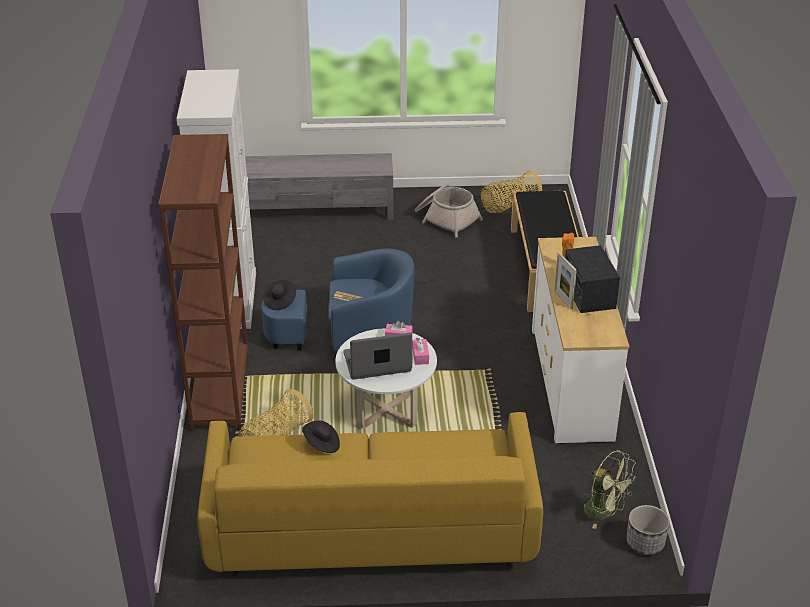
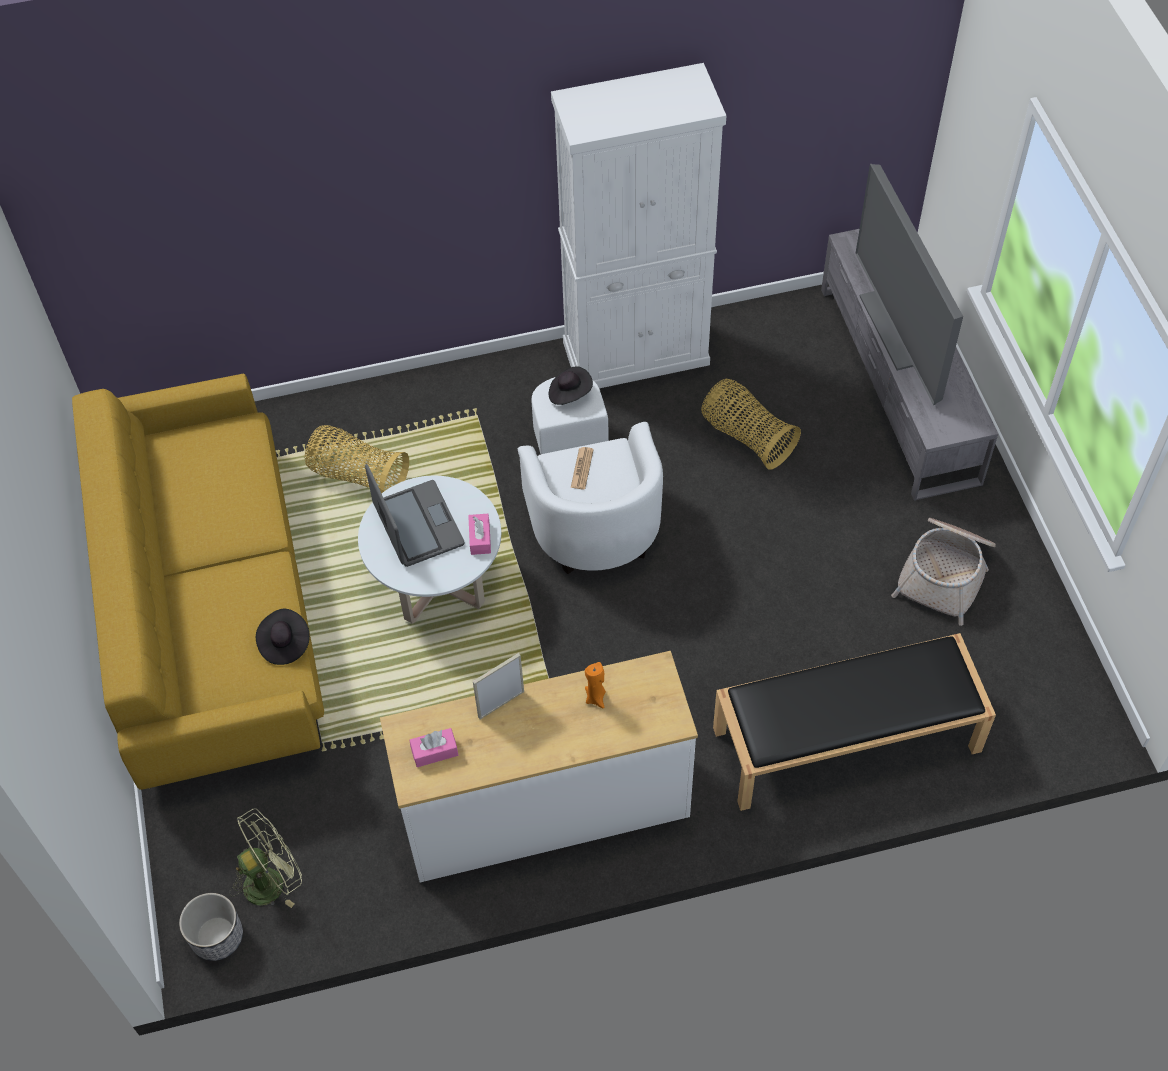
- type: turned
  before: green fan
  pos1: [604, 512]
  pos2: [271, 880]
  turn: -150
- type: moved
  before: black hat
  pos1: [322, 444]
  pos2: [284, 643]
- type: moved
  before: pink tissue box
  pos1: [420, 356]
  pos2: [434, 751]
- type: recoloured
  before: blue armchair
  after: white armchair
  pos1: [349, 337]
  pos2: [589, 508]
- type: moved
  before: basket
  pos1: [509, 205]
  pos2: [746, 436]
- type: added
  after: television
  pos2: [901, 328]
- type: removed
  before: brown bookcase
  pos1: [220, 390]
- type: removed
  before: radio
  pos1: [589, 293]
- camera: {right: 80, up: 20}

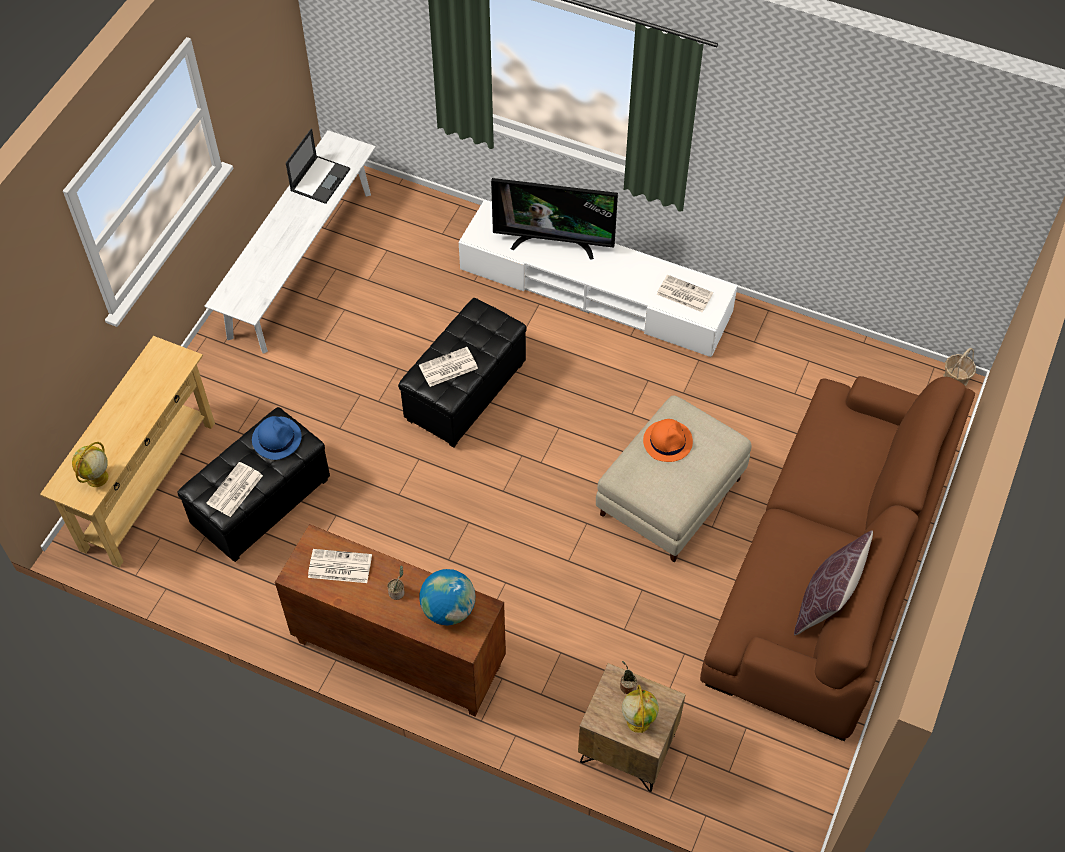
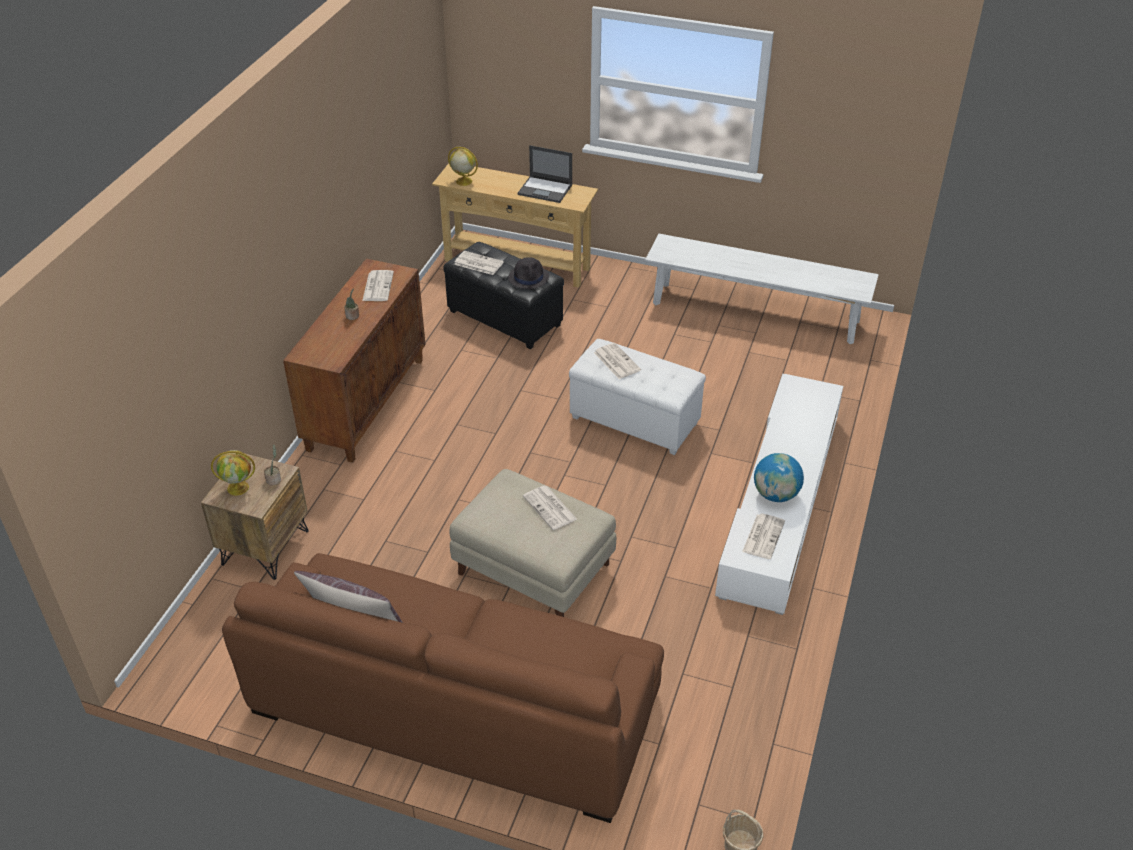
- type: recoloured
  before: blue hat
  after: black hat
  pos1: [276, 438]
  pos2: [529, 277]
- type: moved
  before: laptop
  pos1: [320, 179]
  pos2: [546, 189]
- type: replaced
  before: orange hat
  after: newspaper
  pos1: [668, 441]
  pos2: [550, 508]
- type: recoloured
  before: black ottoman
  after: white ottoman
  pos1: [465, 392]
  pos2: [635, 420]
- type: moved
  before: globe
  pos1: [448, 609]
  pos2: [776, 495]
- type: removed
  before: television
  pos1: [554, 242]
- camera: {right: 85, up: -15}

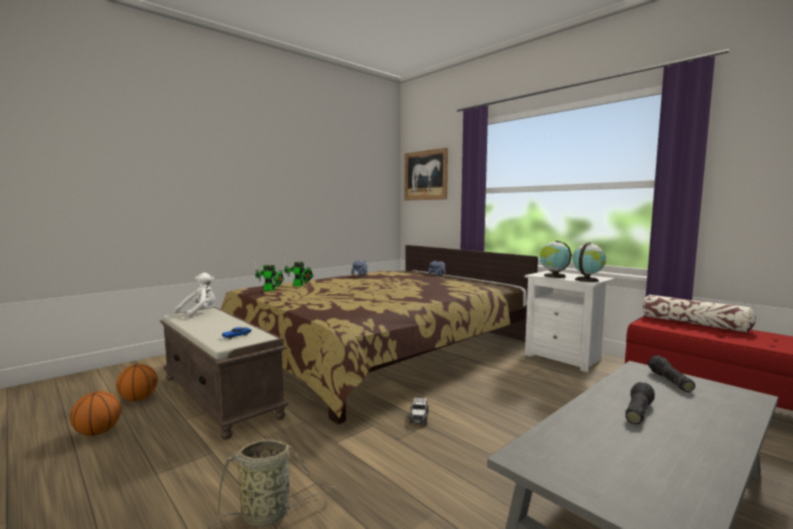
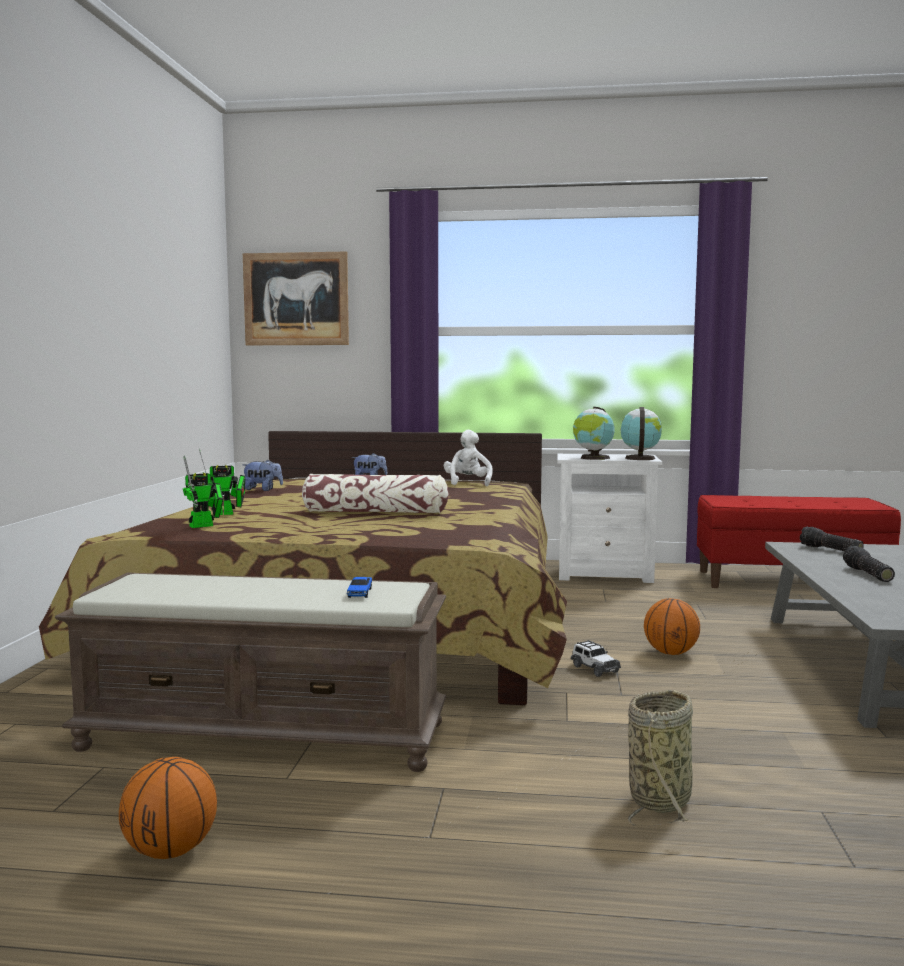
- type: moved
  before: pillow
  pos1: [694, 323]
  pos2: [375, 512]
- type: moved
  before: white plush toy
  pos1: [199, 312]
  pos2: [467, 483]
- type: moved
  before: basketball
  pos1: [138, 399]
  pos2: [671, 653]
- camera: {right: -40, up: 0}

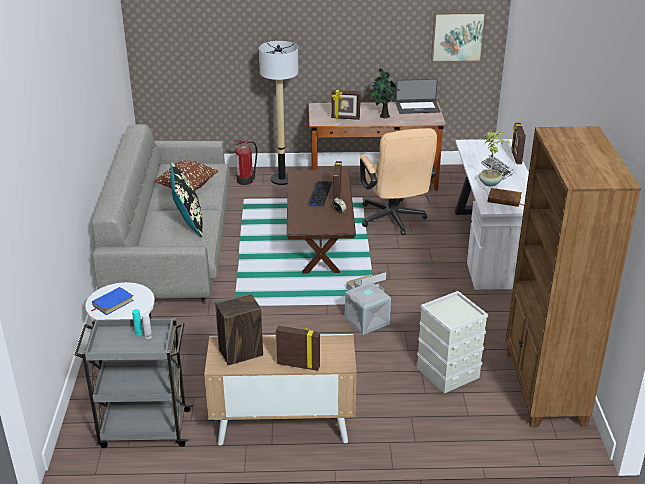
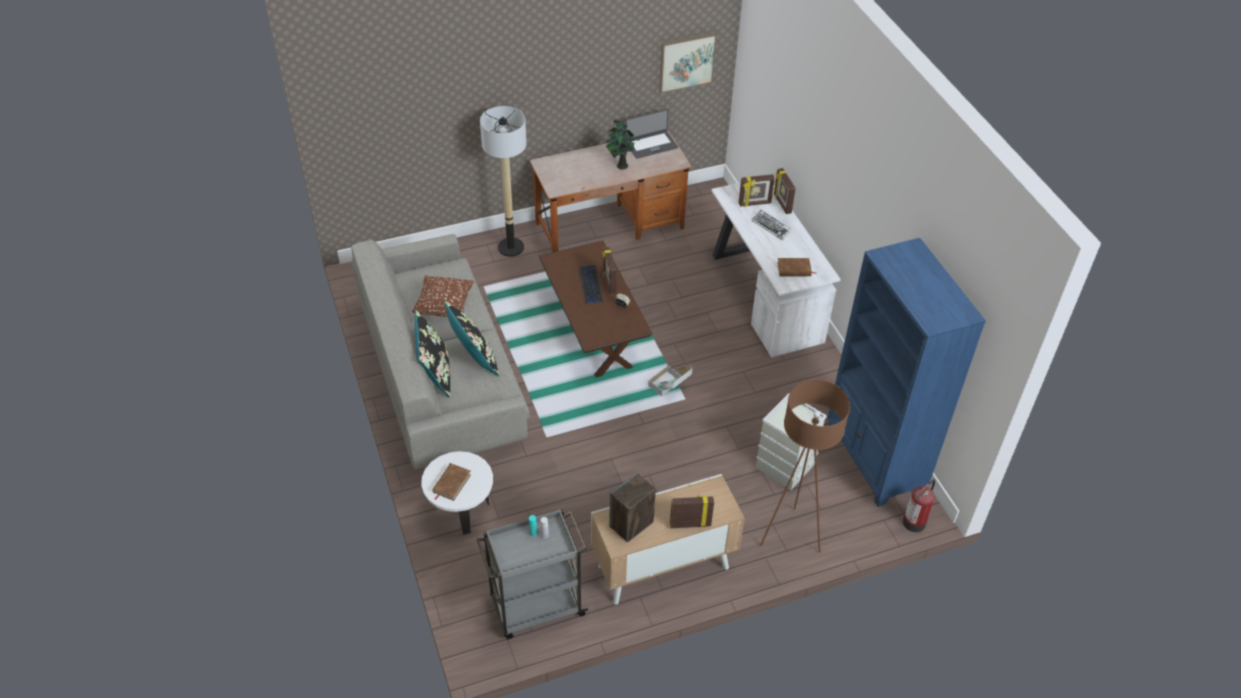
- type: added
  after: black pillow
  pos2: [435, 374]
- type: recoloured
  before: blue book
  after: brown book
  pos1: [113, 303]
  pos2: [451, 483]
- type: moved
  before: picture frame
  pos1: [345, 118]
  pos2: [754, 203]
- type: added
  after: brown floor lamp
  pos2: [791, 535]
- type: recoloured
  before: brown bookcase
  after: blue bookcase
  pos1: [544, 388]
  pos2: [874, 460]
- type: moved
  before: fire extinguisher
  pos1: [246, 180]
  pos2: [915, 521]
- type: removed
  before: grey storage box
  pos1: [367, 321]
- type: removed
  before: beige office chair
  pos1: [394, 221]
- type: removed
  before: potted plant
  pos1: [490, 183]
- camera: {right: -20, up: 15}

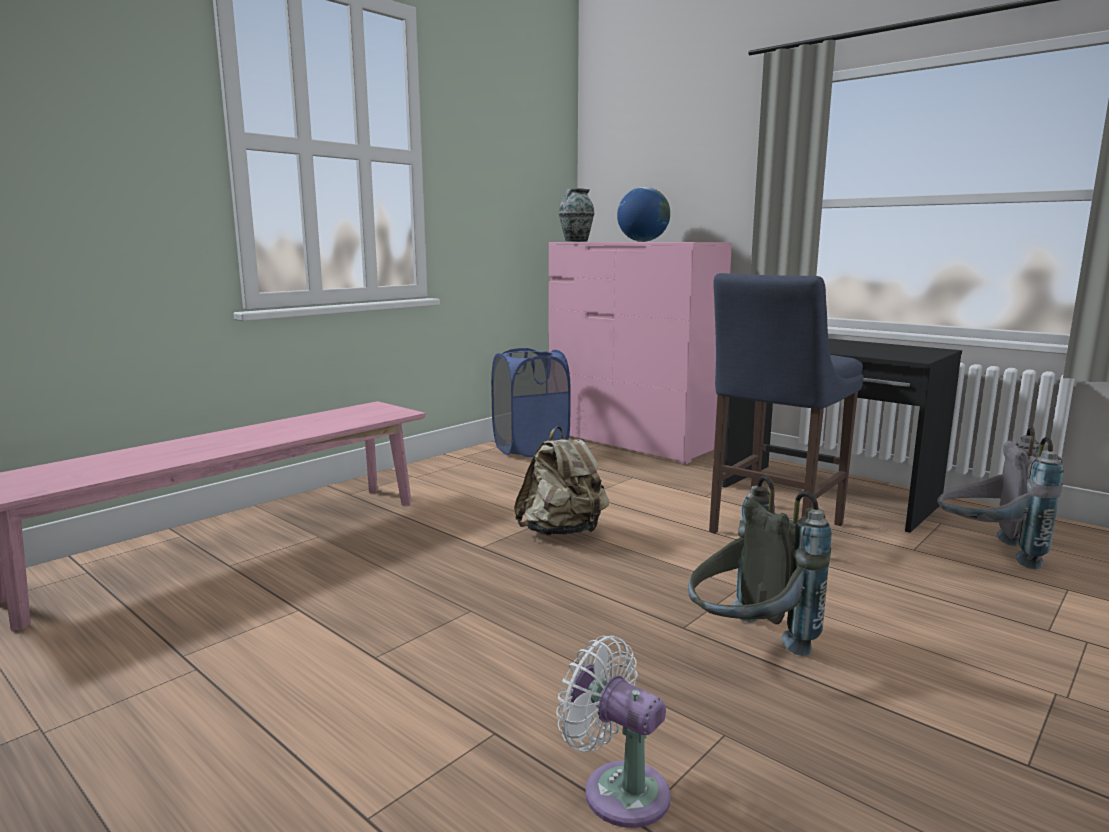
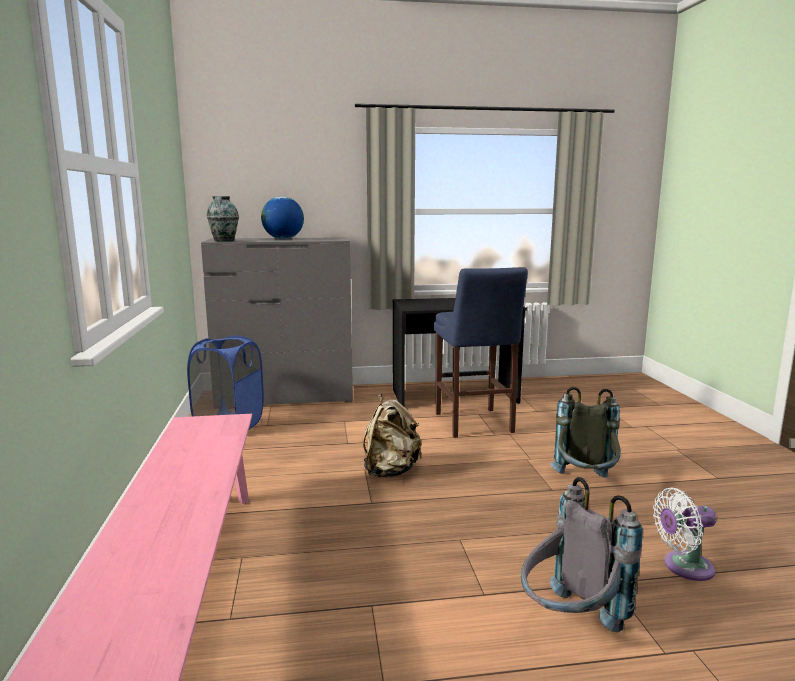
- type: recoloured
  before: pink dresser
  after: grey dresser
  pos1: [631, 441]
  pos2: [285, 397]
- type: moved
  before: grey backpack
  pos1: [987, 552]
  pos2: [569, 623]
- camera: {right: -50, up: 0}

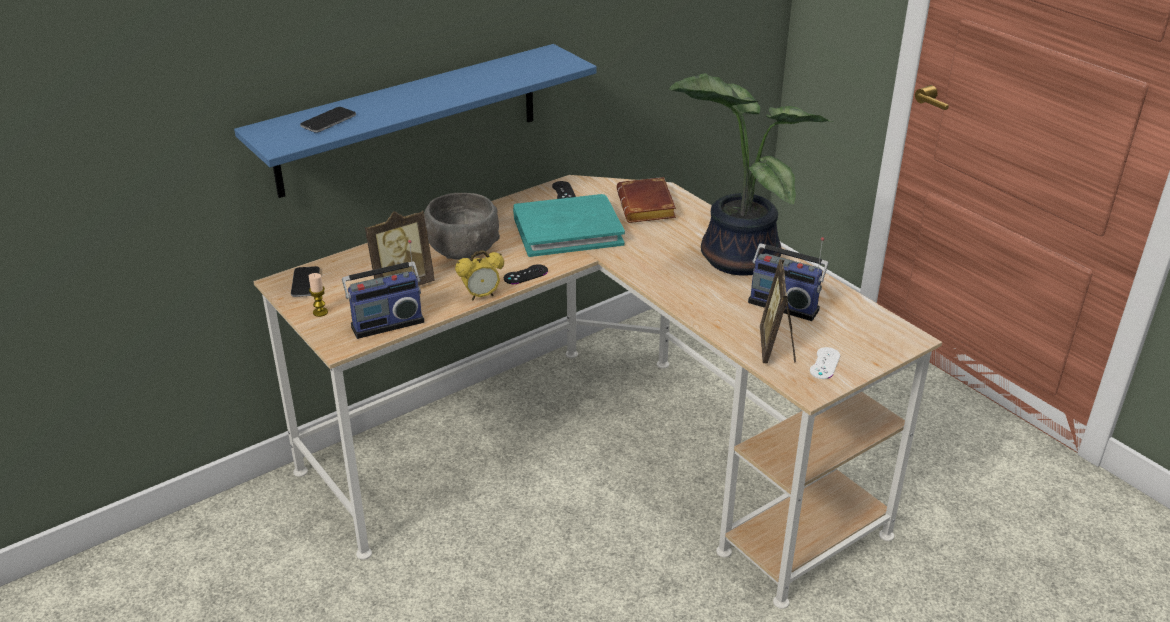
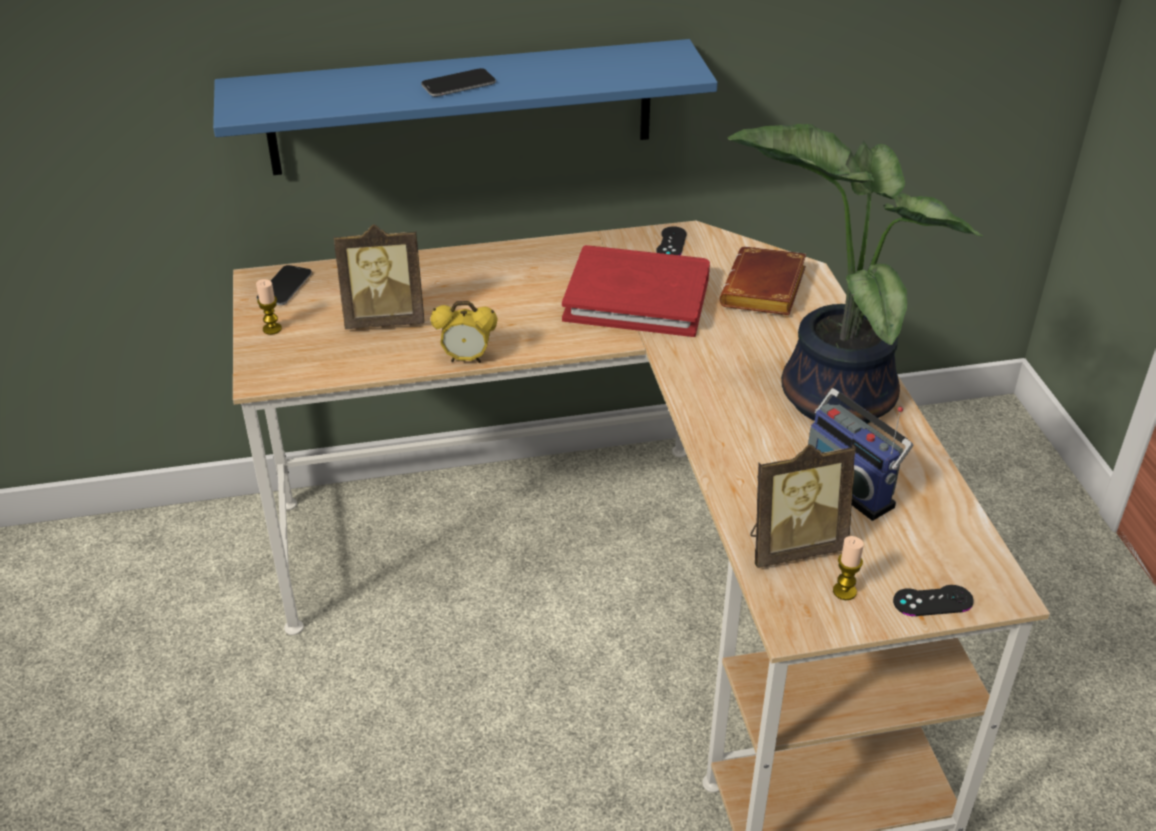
- type: moved
  before: phone
  pos1: [328, 121]
  pos2: [458, 84]
- type: recoloured
  before: turquoise book
  after: red book
  pos1: [567, 230]
  pos2: [637, 297]
- type: turned
  before: picture frame
  pos1: [777, 348]
  pos2: [792, 546]
  turn: -135
- type: replaced
  before: white game controller
  after: candle
  pos1: [824, 363]
  pos2: [844, 591]
- type: moved
  before: black game controller
  pos1: [525, 275]
  pos2: [933, 601]
- type: removed
  before: radio
  pos1: [386, 322]
- type: removed
  before: grey bowl
  pos1: [463, 250]
- camera: {right: 25, up: 5}

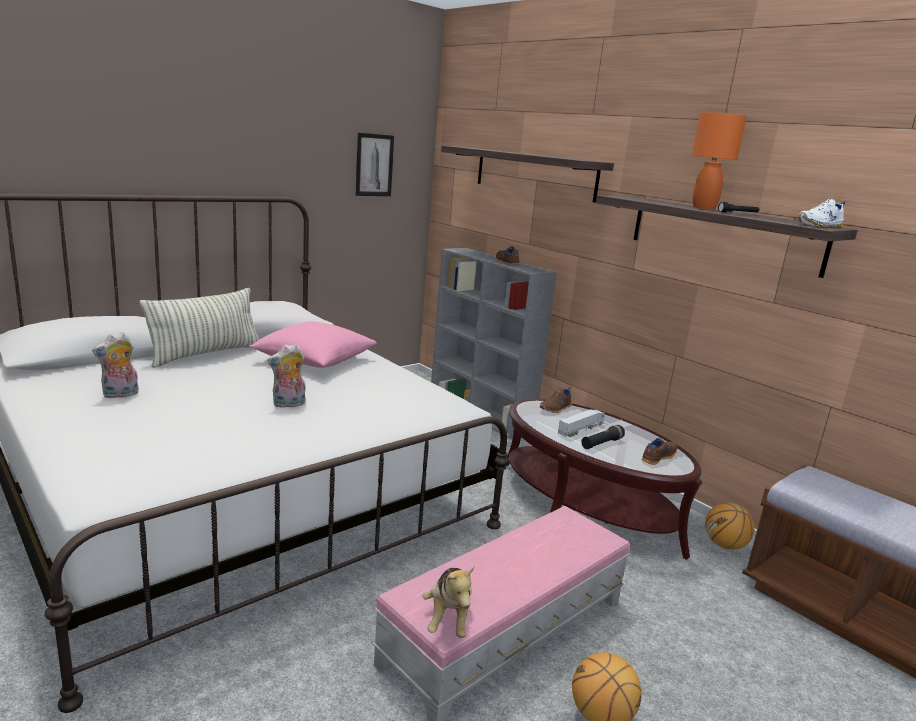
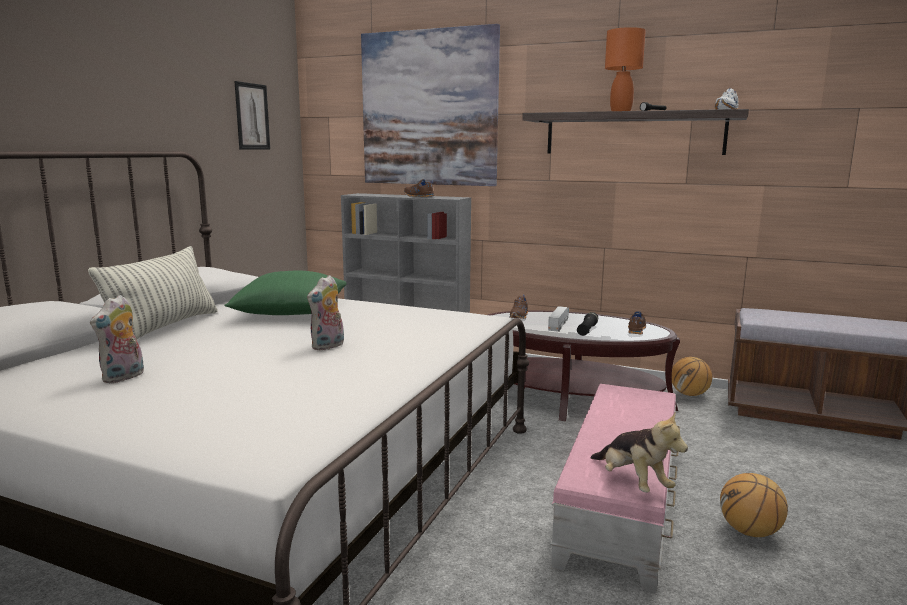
- type: recoloured
  before: pink pillow
  after: green pillow
  pos1: [314, 360]
  pos2: [291, 311]
- type: replaced
  before: shelf
  after: picture
  pos1: [534, 173]
  pos2: [429, 109]
- camera: {right: -25, up: -5}

